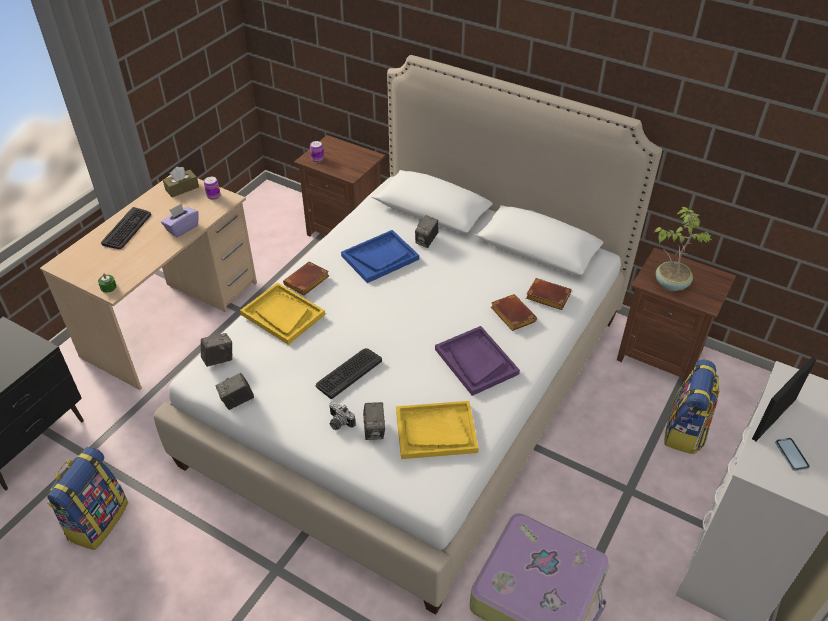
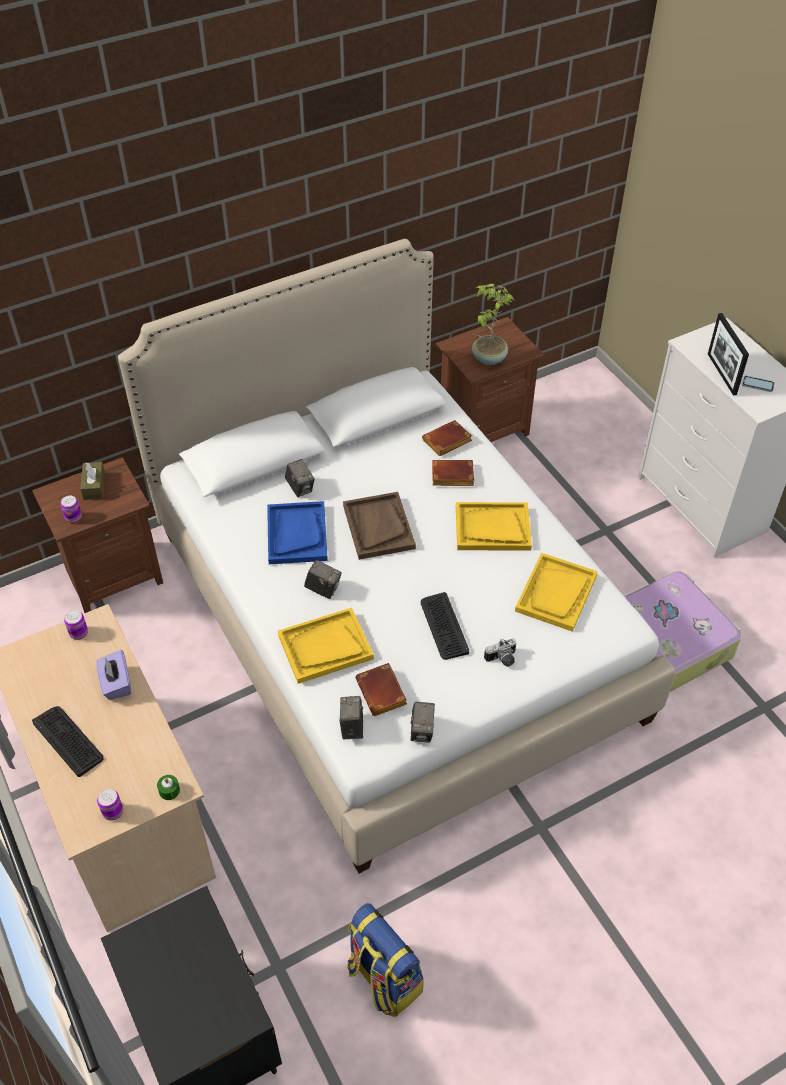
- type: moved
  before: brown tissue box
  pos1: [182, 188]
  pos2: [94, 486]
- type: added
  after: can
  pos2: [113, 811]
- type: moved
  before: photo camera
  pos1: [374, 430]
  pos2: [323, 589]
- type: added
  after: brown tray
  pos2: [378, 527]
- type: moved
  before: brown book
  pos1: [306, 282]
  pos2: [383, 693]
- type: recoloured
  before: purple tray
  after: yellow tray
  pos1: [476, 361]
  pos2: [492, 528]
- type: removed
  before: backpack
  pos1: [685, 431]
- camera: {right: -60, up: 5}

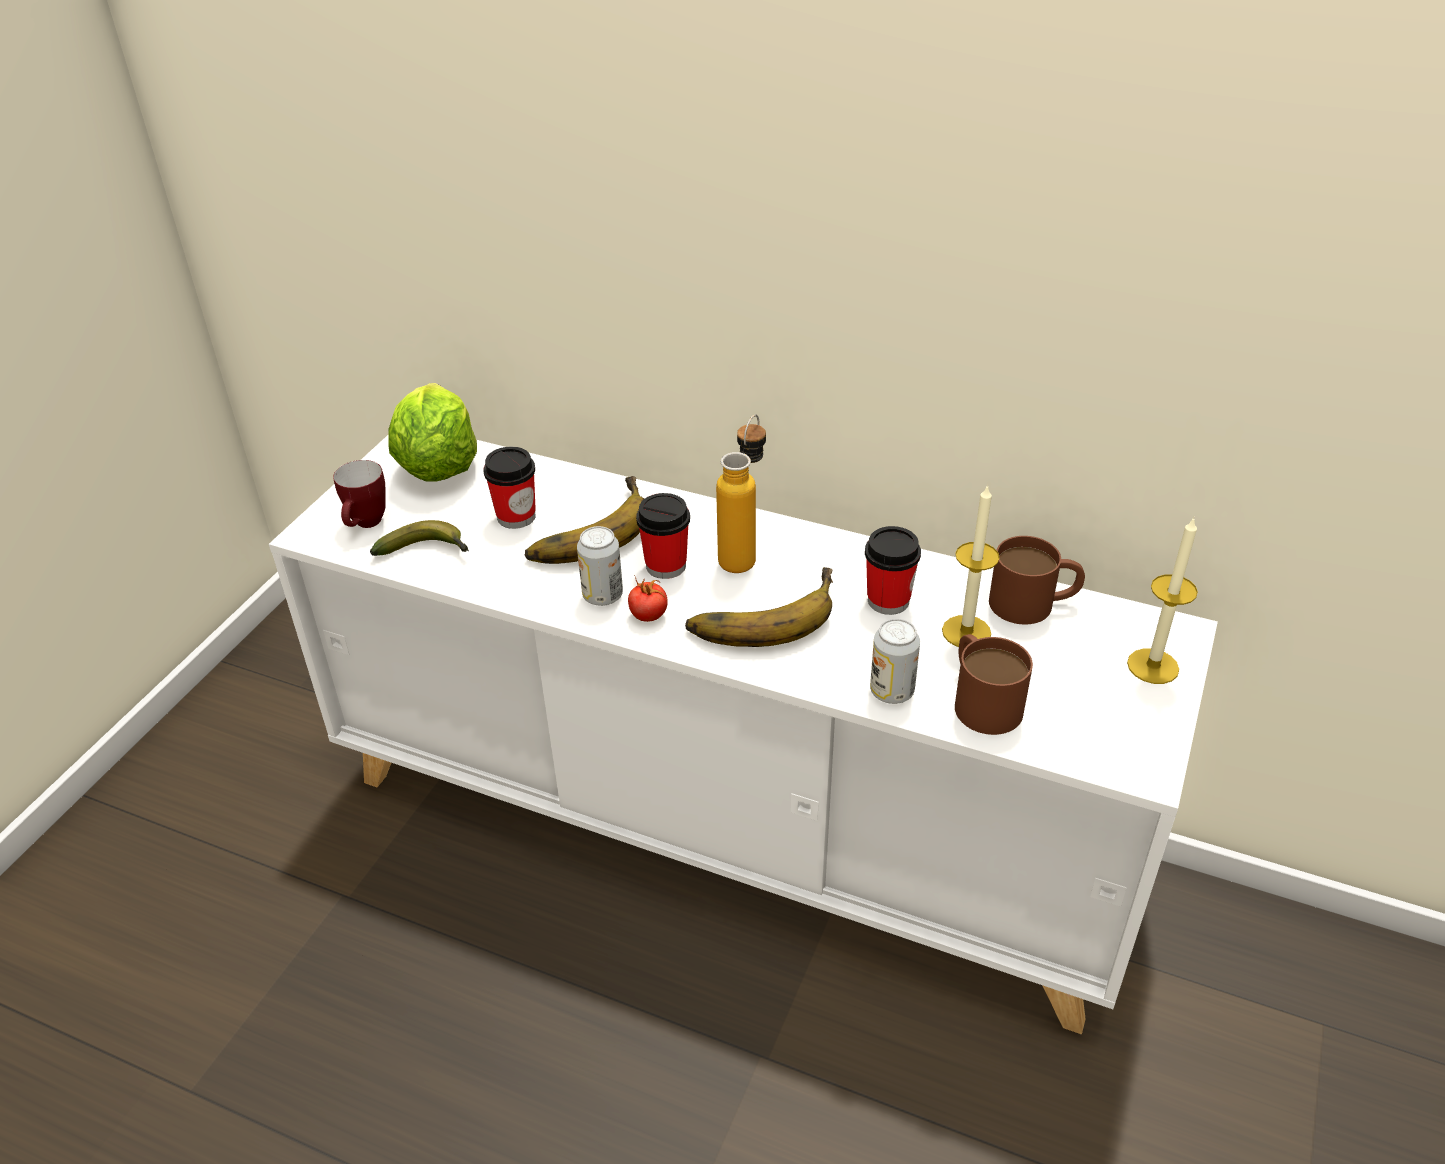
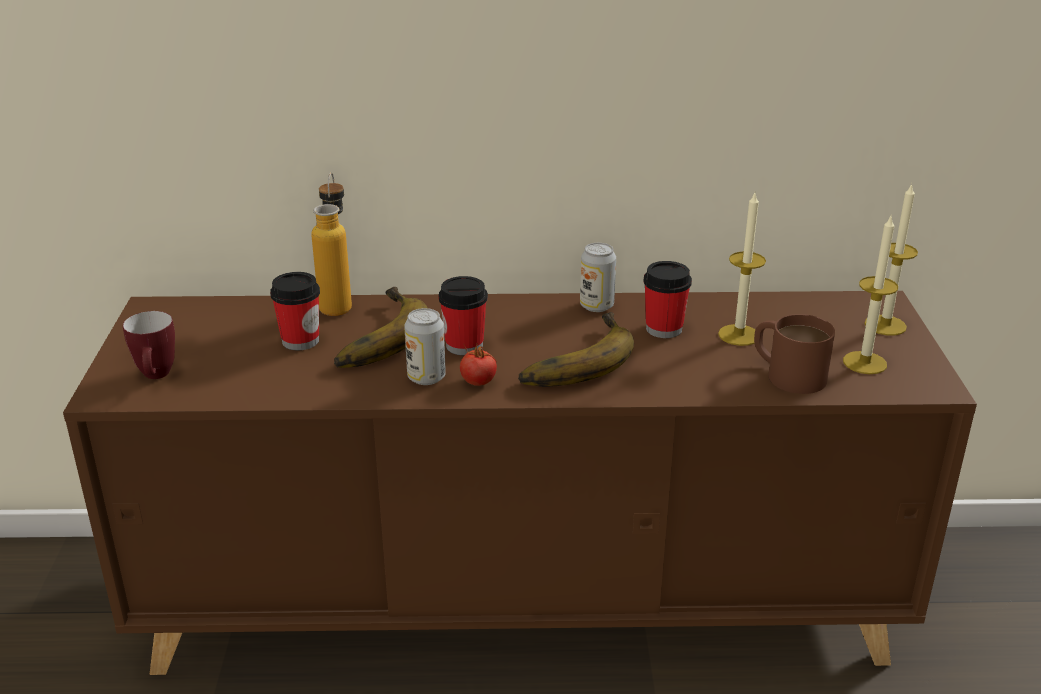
- type: recoloured
  before: white cabinet
  after: brown cabinet
  pos1: [730, 827]
  pos2: [522, 605]
- type: moved
  before: bottle
  pos1: [743, 554]
  pos2: [338, 303]
- type: moved
  before: can
  pos1: [892, 691]
  pos2: [596, 306]
- type: added
  after: candle
  pos2: [864, 363]
- type: removed
  before: banana
  pos1: [427, 550]
- type: removed
  before: lettuce
  pos1: [437, 465]
- type: removed
  before: brown mug
  pos1: [1033, 603]
- camera: {right: -25, up: -10}

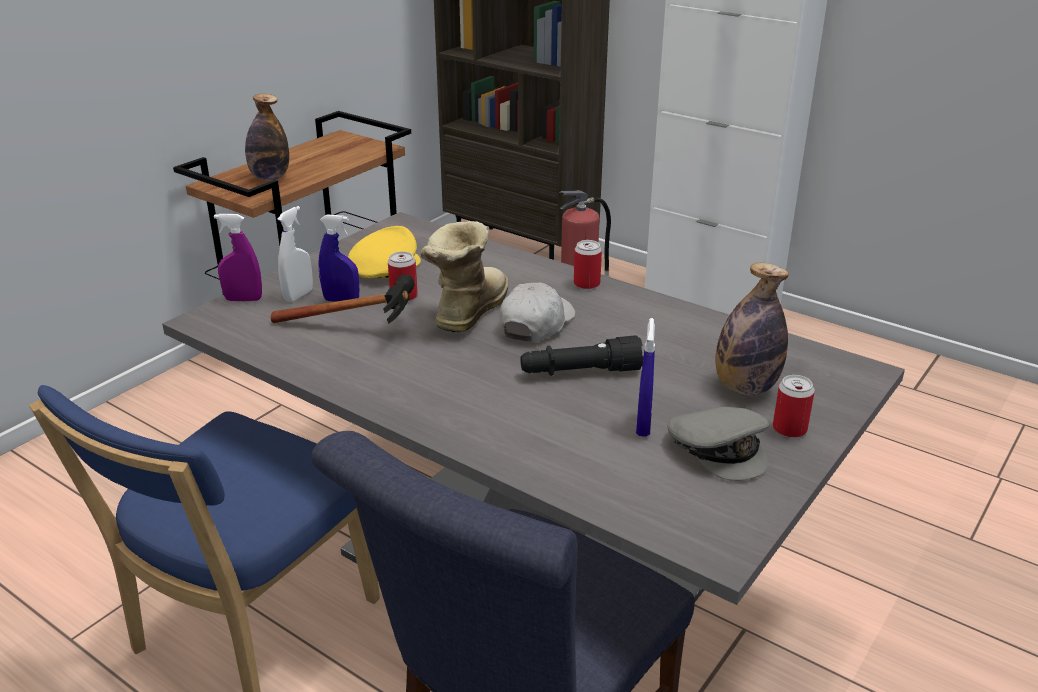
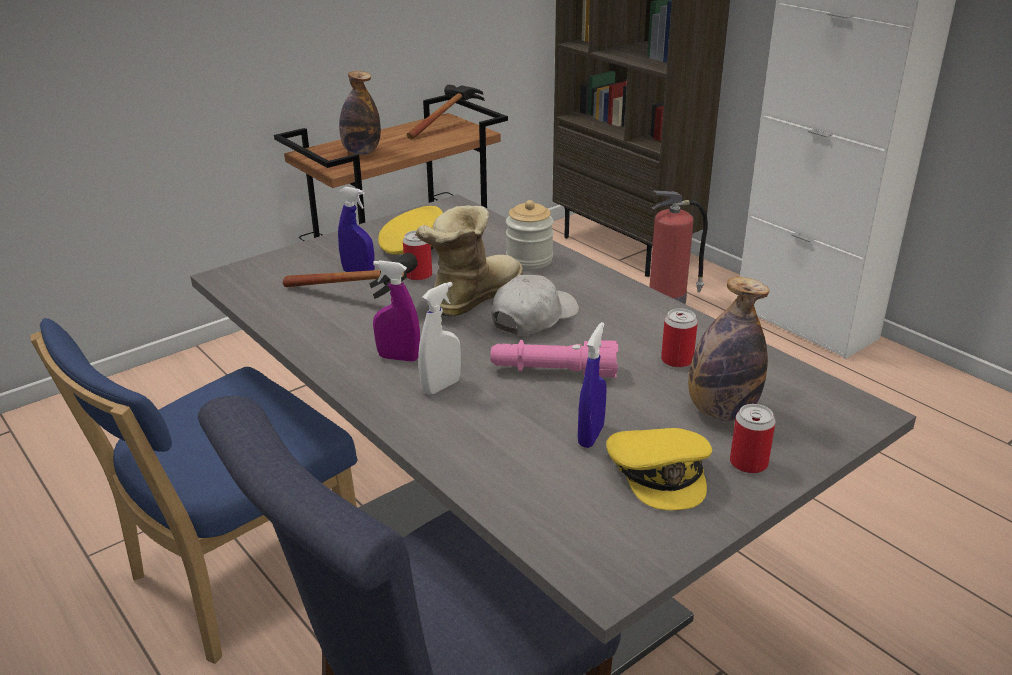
- type: moved
  before: purple spray bottle
  pos1: [243, 299]
  pos2: [398, 358]
- type: added
  after: hammer
  pos2: [447, 124]
- type: moved
  before: white spray bottle
  pos1: [298, 295]
  pos2: [441, 386]
- type: recoloured
  before: black flashlight
  after: pink flashlight
  pos1: [580, 372]
  pos2: [553, 372]
- type: added
  after: jar
  pos2: [529, 260]
- type: recoloured
  before: grey cap
  after: yellow cap
  pos1: [719, 449]
  pos2: [659, 473]
- type: moved
  before: can
  pos1: [586, 284]
  pos2: [677, 360]
- camera: {right: 15, up: 0}

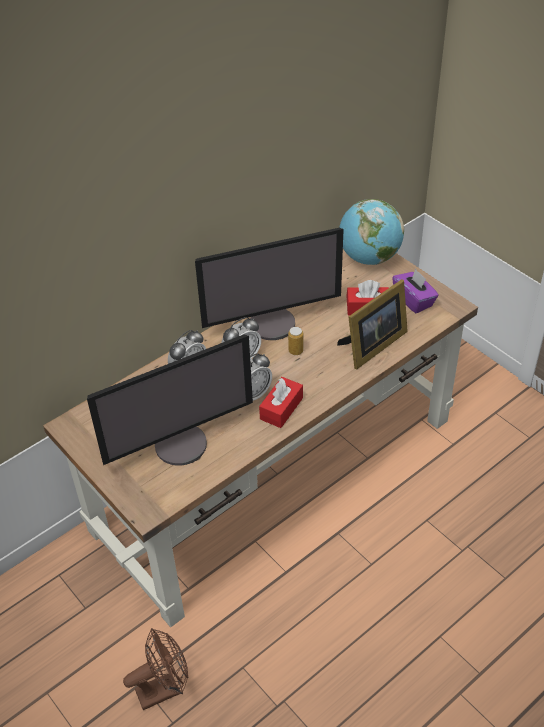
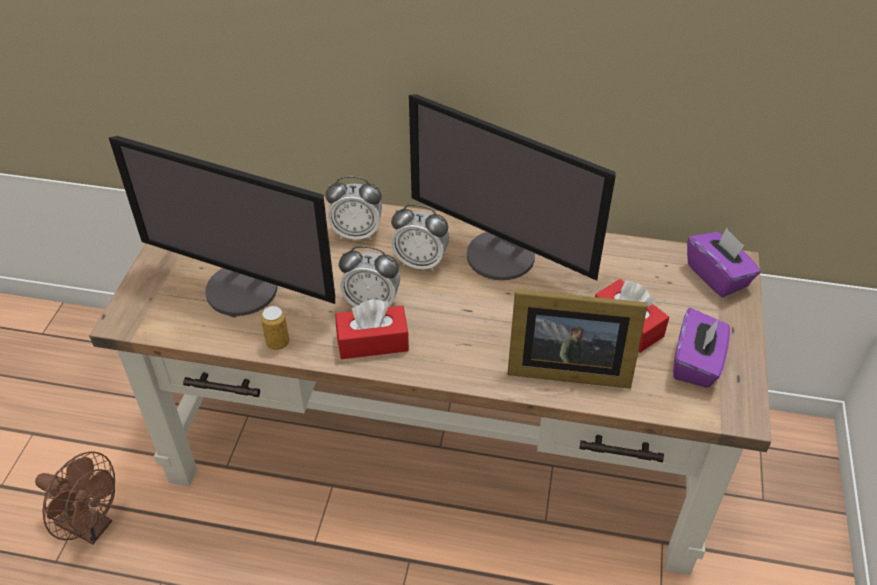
- type: moved
  before: can
  pos1: [296, 351]
  pos2: [277, 342]
- type: replaced
  before: globe
  after: purple tissue box
  pos1: [369, 258]
  pos2: [717, 276]
- camera: {right: 50, up: 0}

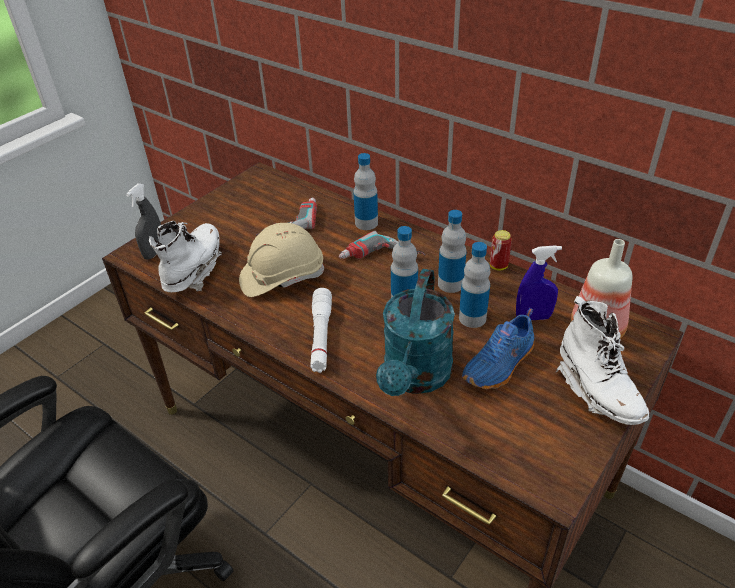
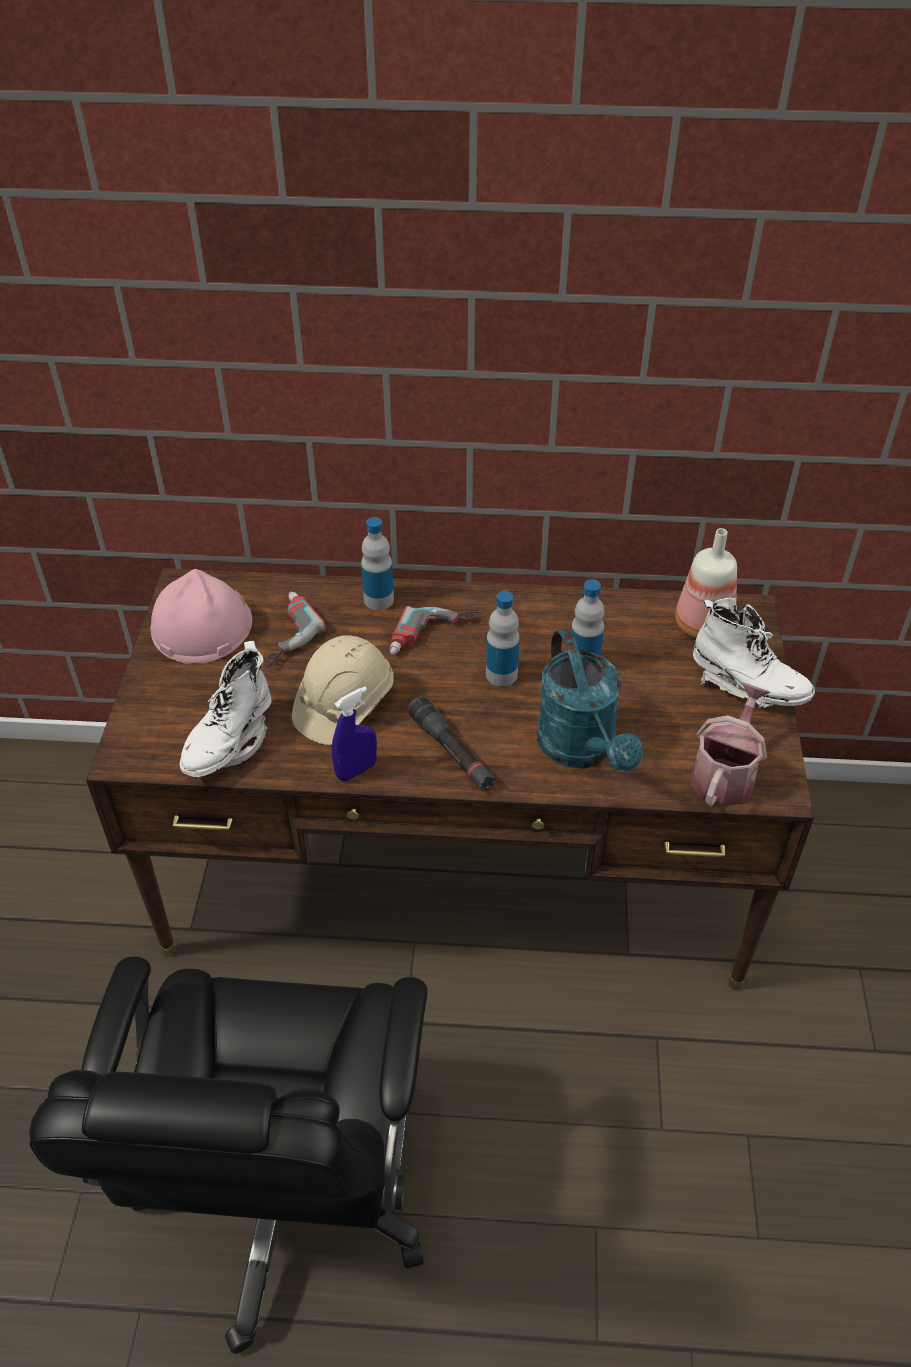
- type: added
  after: pink hard hat
  pos2: [201, 626]
- type: turned
  before: white boot
  pos1: [194, 271]
  pos2: [229, 743]
  turn: -135
- type: moved
  before: blue spray bottle
  pos1: [533, 317]
  pos2: [356, 770]
- type: recoloured
  before: white flashlight
  after: black flashlight
  pos1: [321, 336]
  pos2: [451, 751]
- type: added
  after: watering can
  pos2: [725, 774]
- type: removed
  before: grey spray bottle
  pos1: [154, 252]
- type: removed
  before: bottle
  pos1: [450, 284]
- type: removed
  before: blue shoe
  pos1: [500, 365]
- type: removed
  before: can
  pos1: [498, 266]
- camera: {right: -35, up: 5}

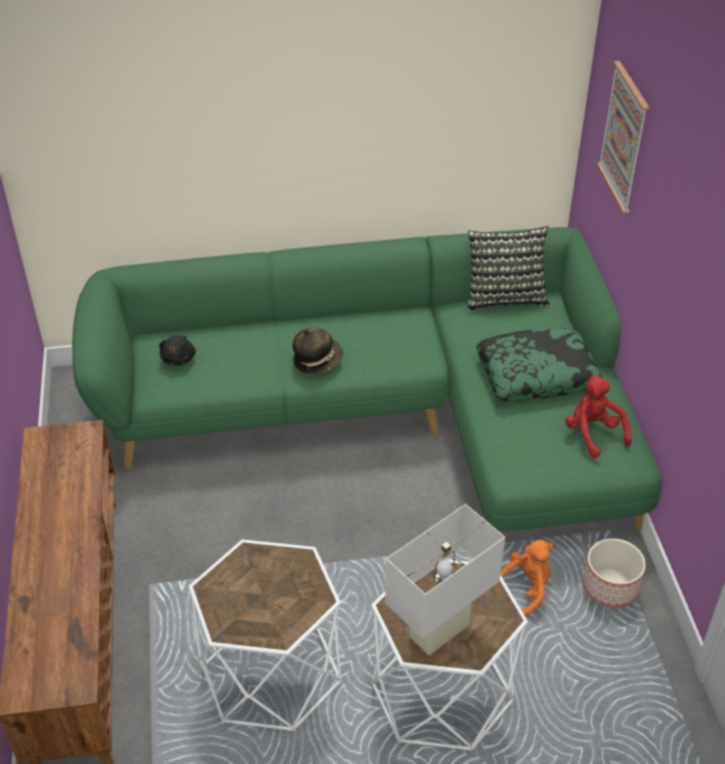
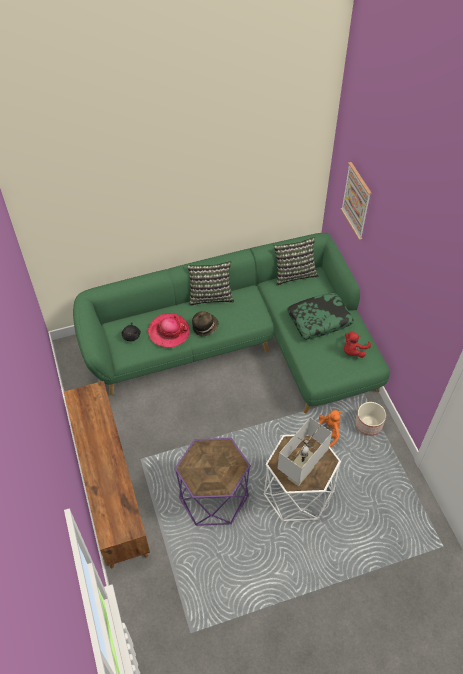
- type: added
  after: hat
  pos2: [168, 331]
- type: recoloured
  before: white side table
  after: purple side table
  pos1: [272, 675]
  pos2: [214, 497]
- type: added
  after: pillow
  pos2: [210, 295]
- type: turned
  before: red plush toy
  pos1: [593, 434]
  pos2: [353, 351]
  turn: -105
- camera: {right: -10, up: 10}

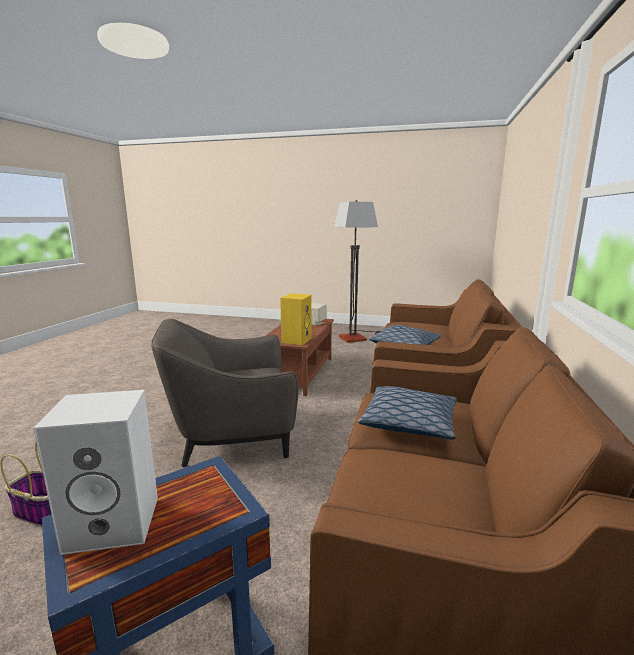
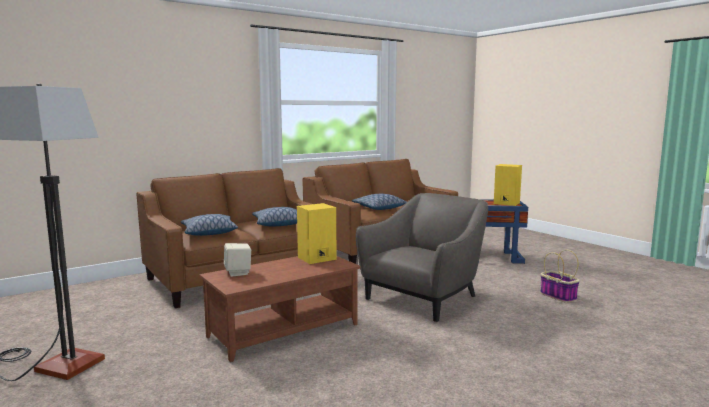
- type: added
  after: pillow
  pos2: [208, 232]
- type: turned
  before: grey armchair
  pos1: [232, 436]
  pos2: [423, 298]
  turn: -75
- type: recoloured
  before: white speaker
  after: yellow speaker
  pos1: [116, 522]
  pos2: [506, 203]
- camera: {right: -140, up: -5}

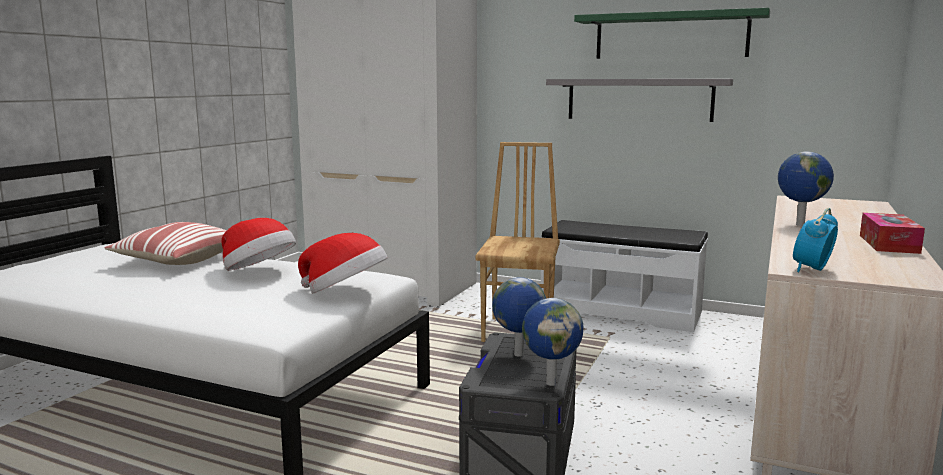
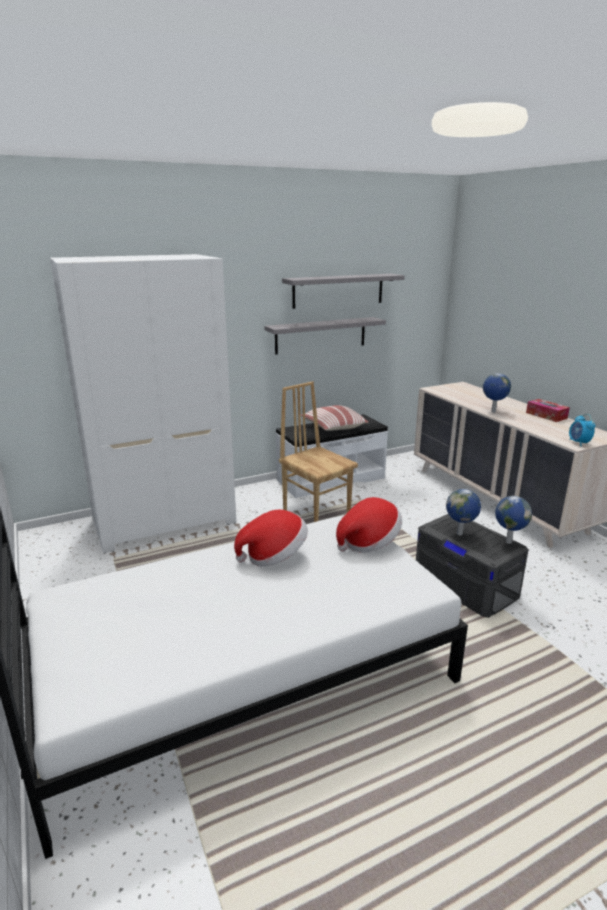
- type: recoloured
  before: green shelf
  after: grey shelf
  pos1: [670, 36]
  pos2: [338, 290]
- type: moved
  before: pillow
  pos1: [176, 260]
  pos2: [333, 428]
- camera: {right: -50, up: 10}

